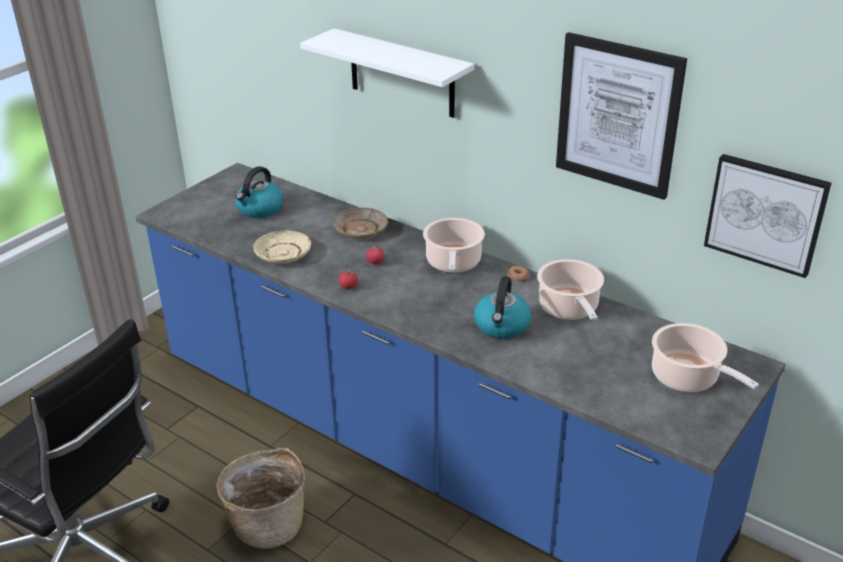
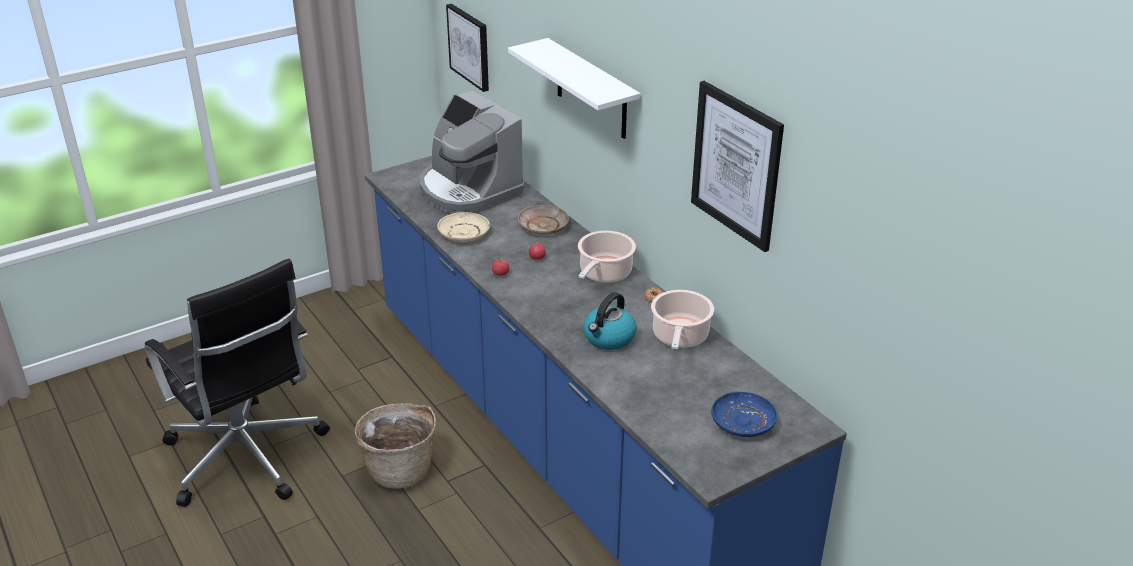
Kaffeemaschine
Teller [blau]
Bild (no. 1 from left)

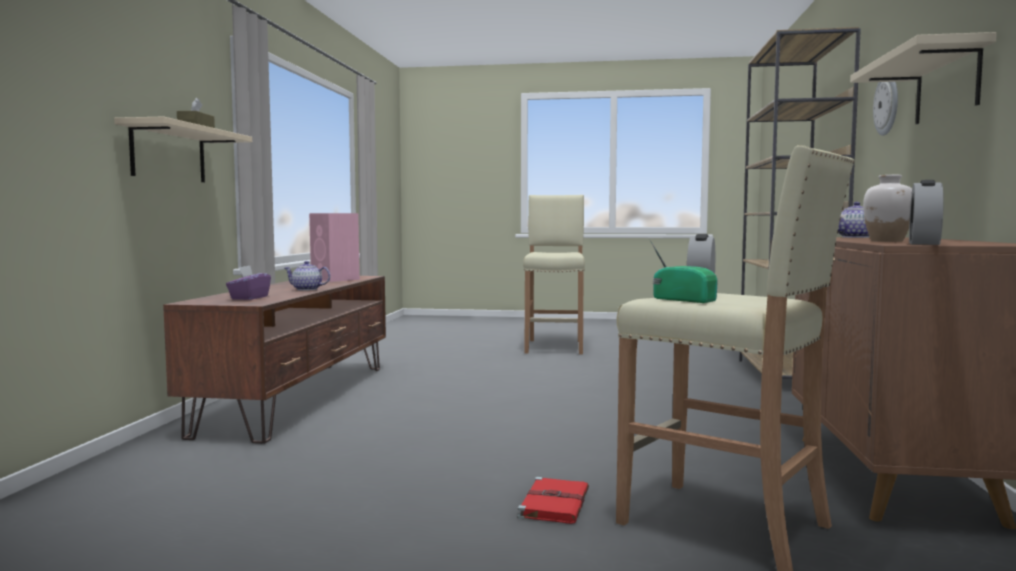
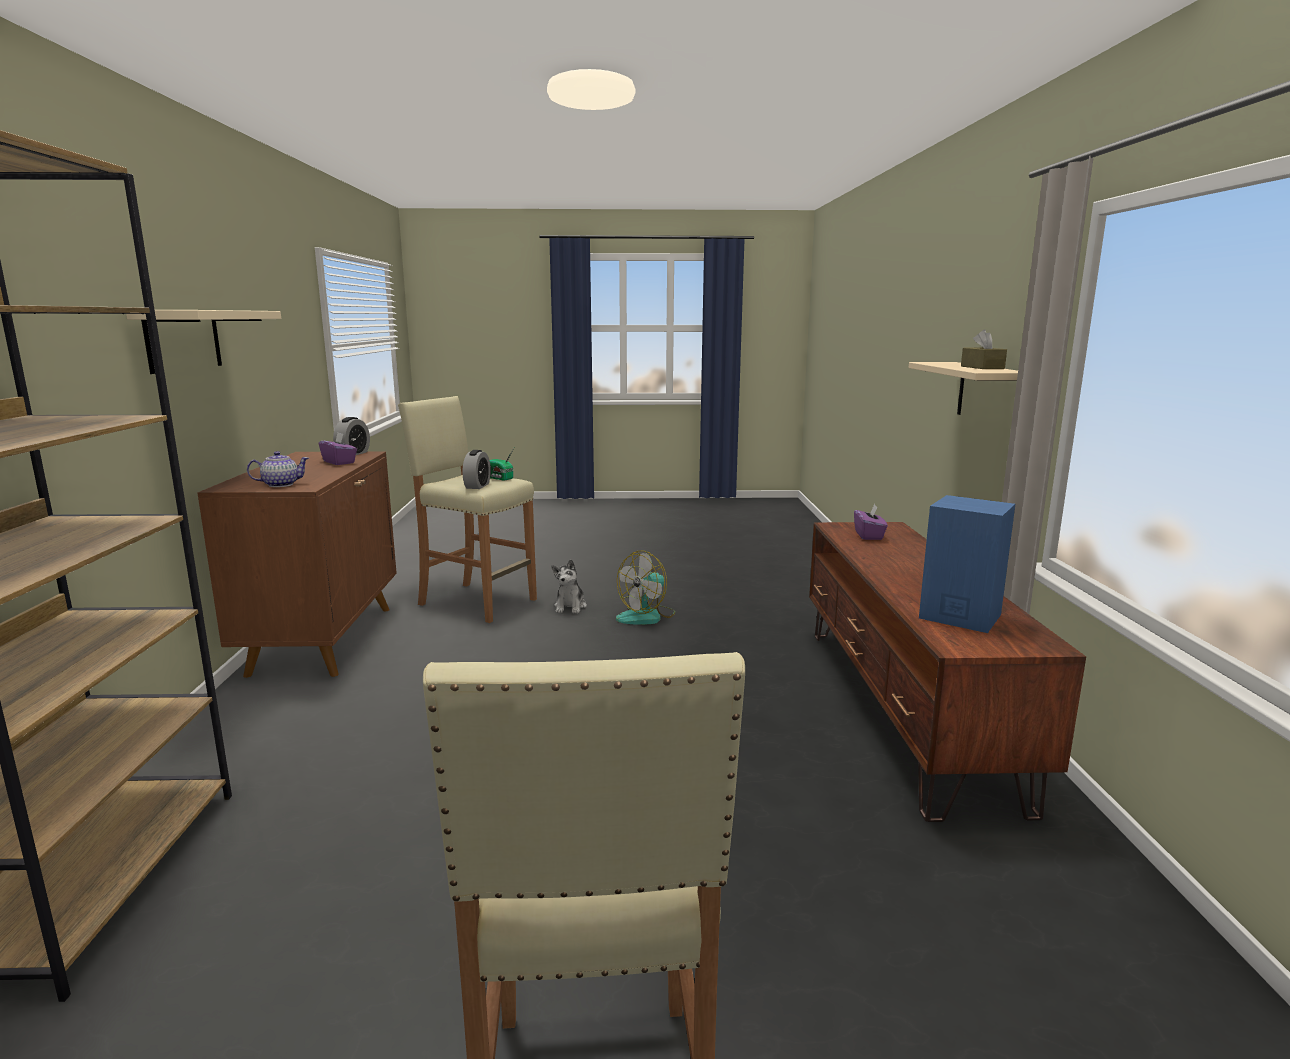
Teekanne (no. 1 from left in the first image)
Lautsprecher [blau]
Plüschtier
Taschentuchbox [lila] (no. 1 from left)
Wanduhr
Ventilator

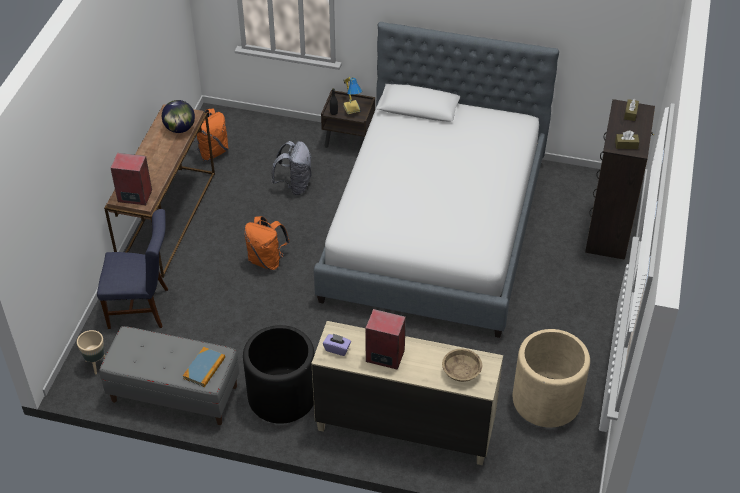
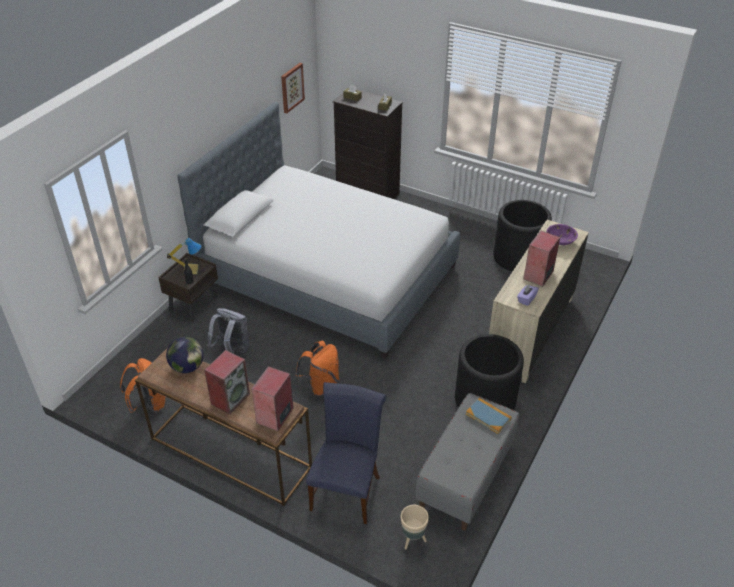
Schüssel [lila]
Pflanzkübel [schwarz] (no. 2 from left)
Lautsprecher (no. 1 from left)
Bild

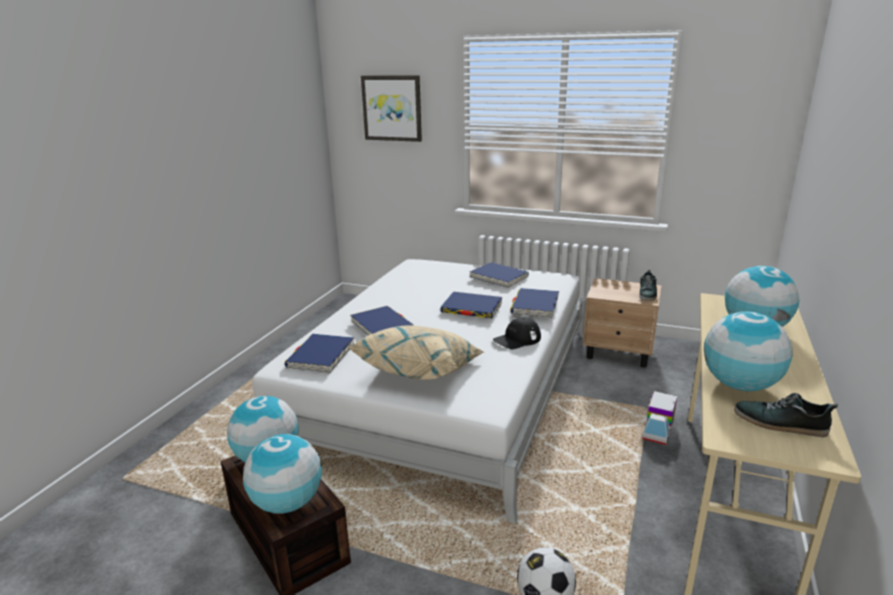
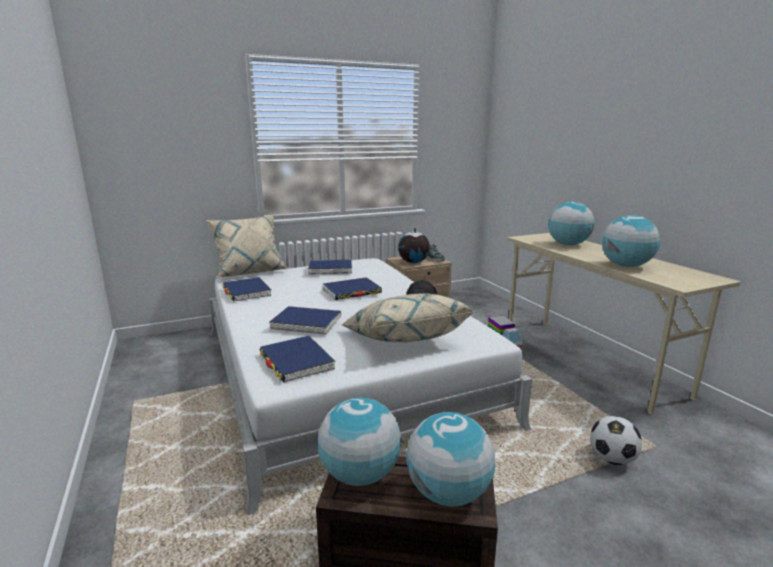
Bild
Buch [blau] (no. 1 from left)
Schuh (no. 2 from left in the first image)
Kissen [beige] (no. 1 from left)
Globus (no. 2 from left)

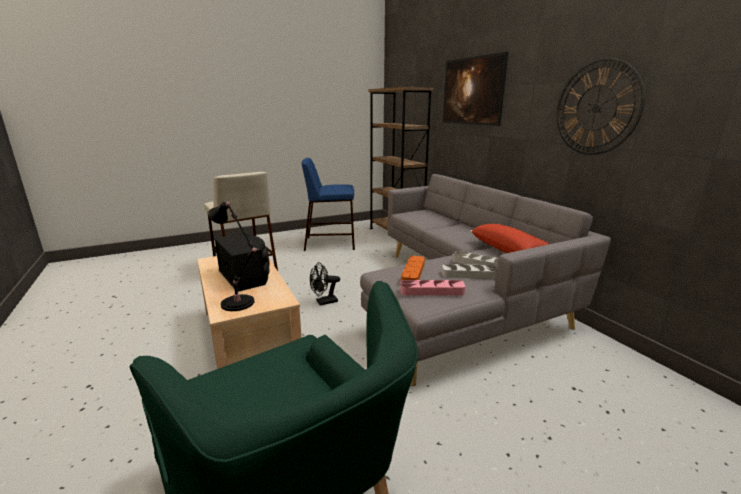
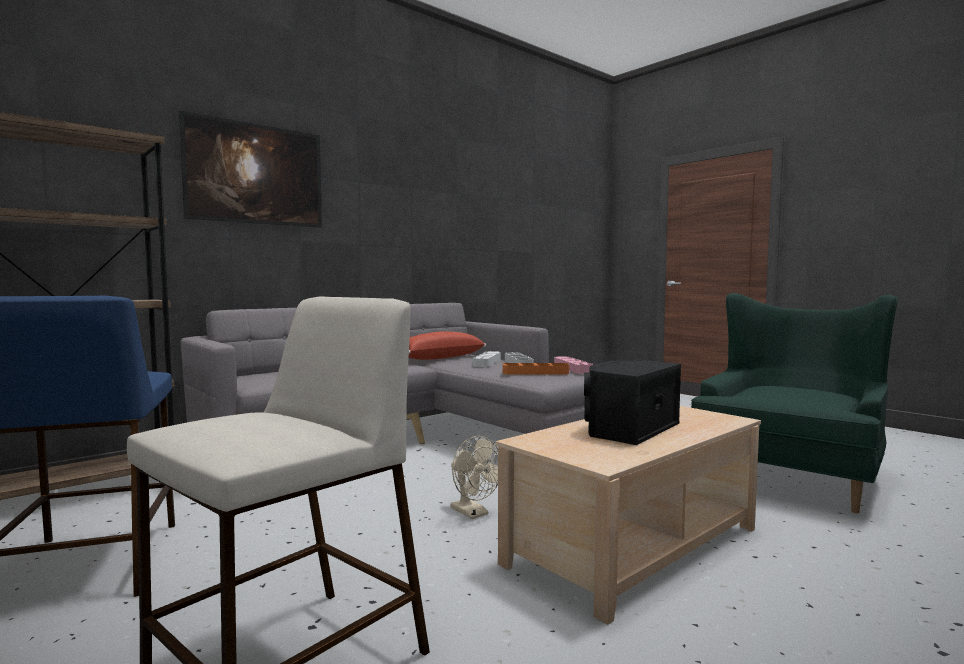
Tischlampe [schwarz]
Ventilator [beige]
Wanduhr

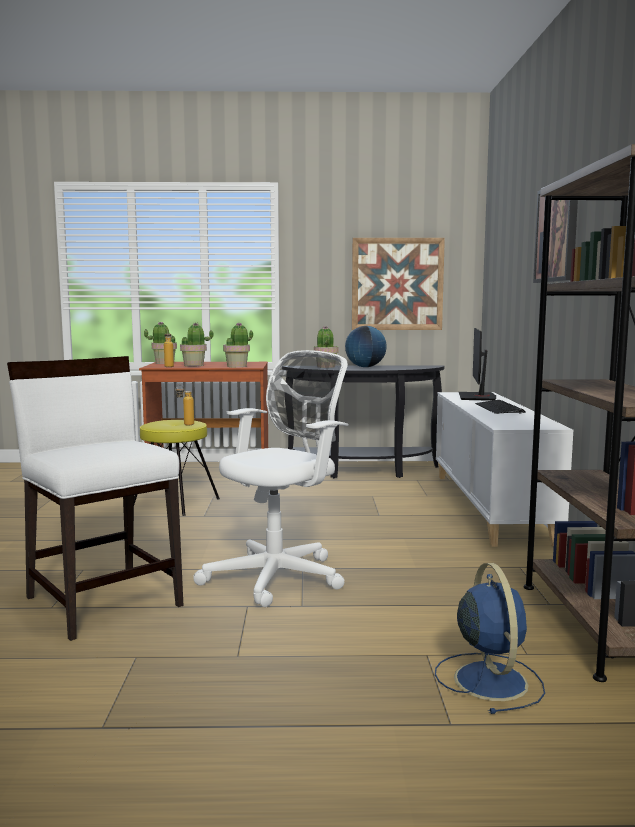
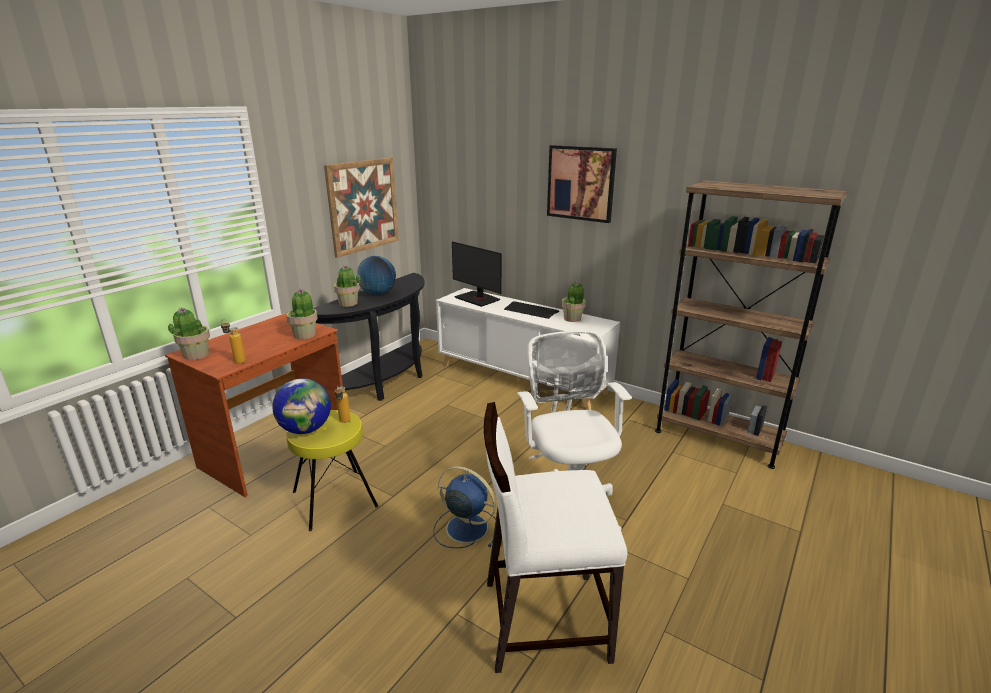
Topfpflanze (no. 4 from left)
Ventilator [blau]
Globus (no. 1 from left)

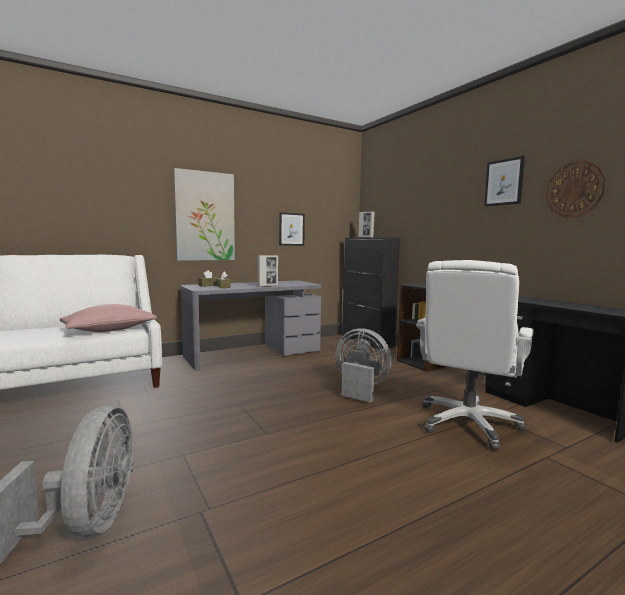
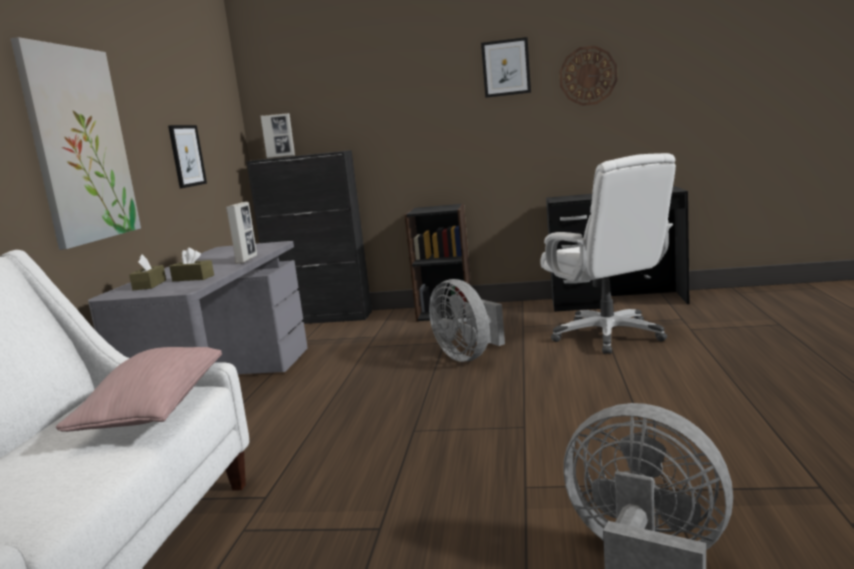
Ventilator [grau] (no. 1 from left)

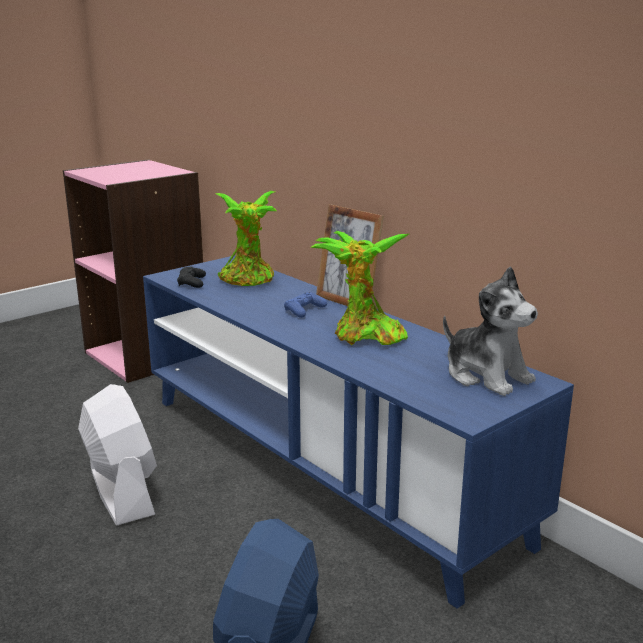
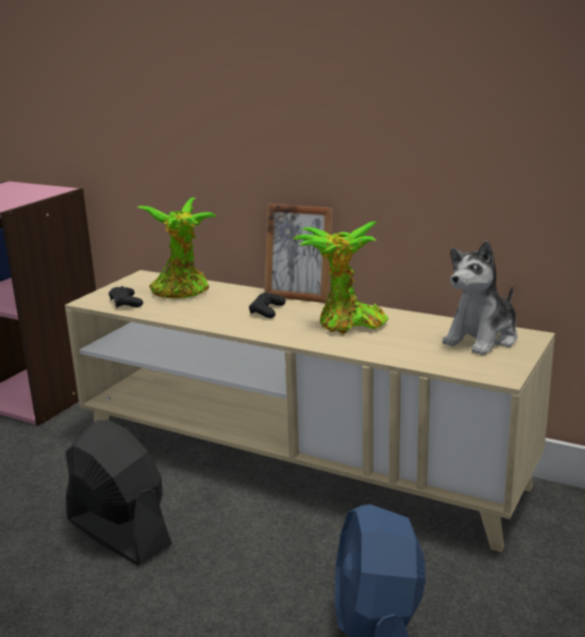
Ventilator [schwarz]
Fernsehschrank [beige]
Gamepad [schwarz] (no. 2 from left)
Plüschtier

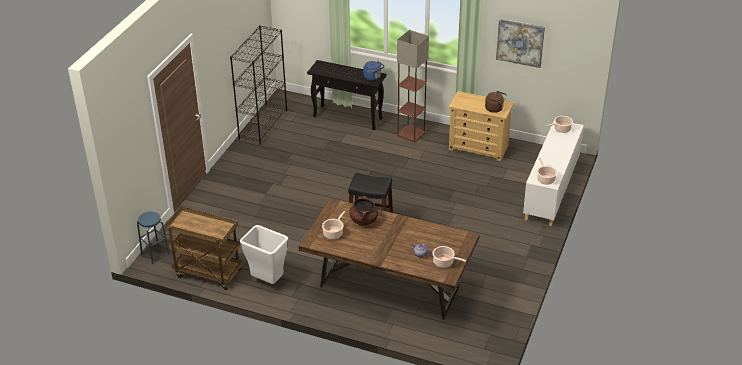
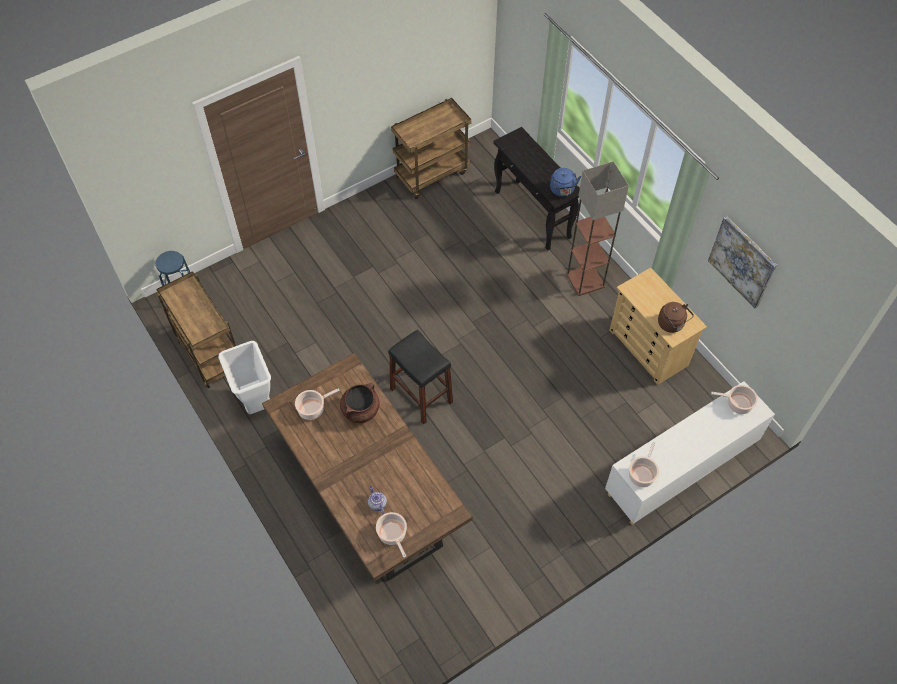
Rollwagen [braun] (no. 2 from left)

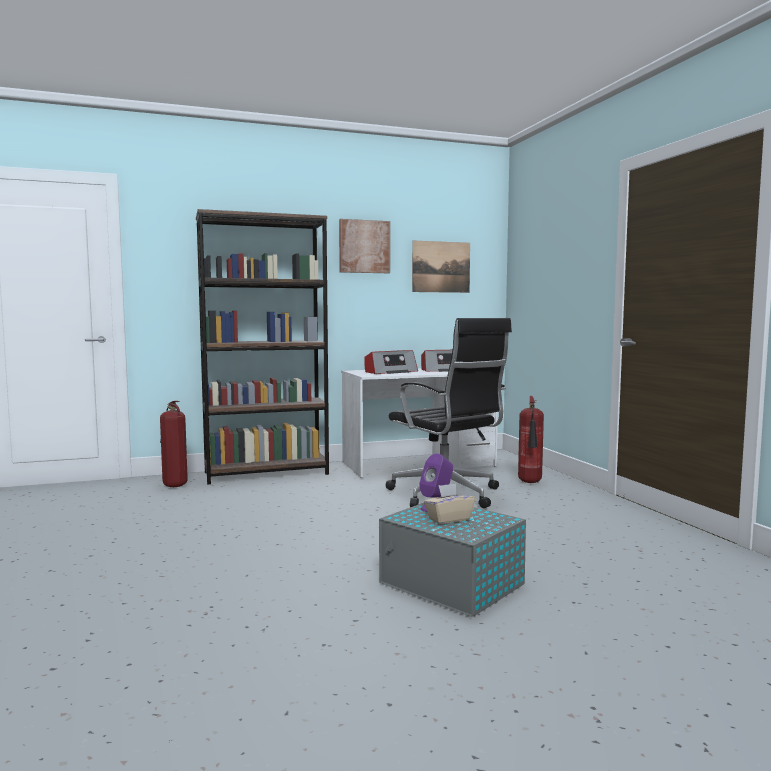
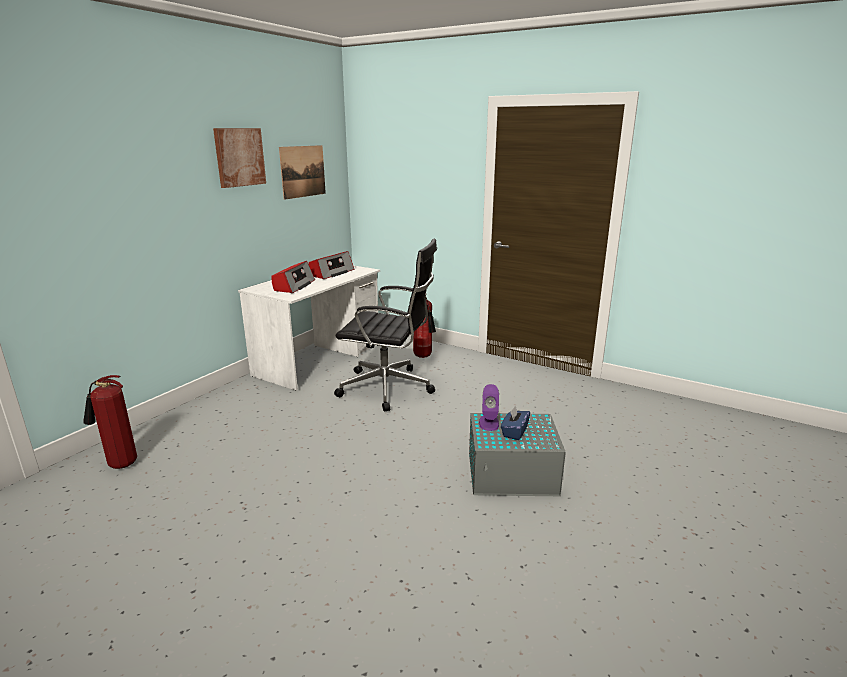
Bücherregal [braun]
Taschentuchbox [blau]

